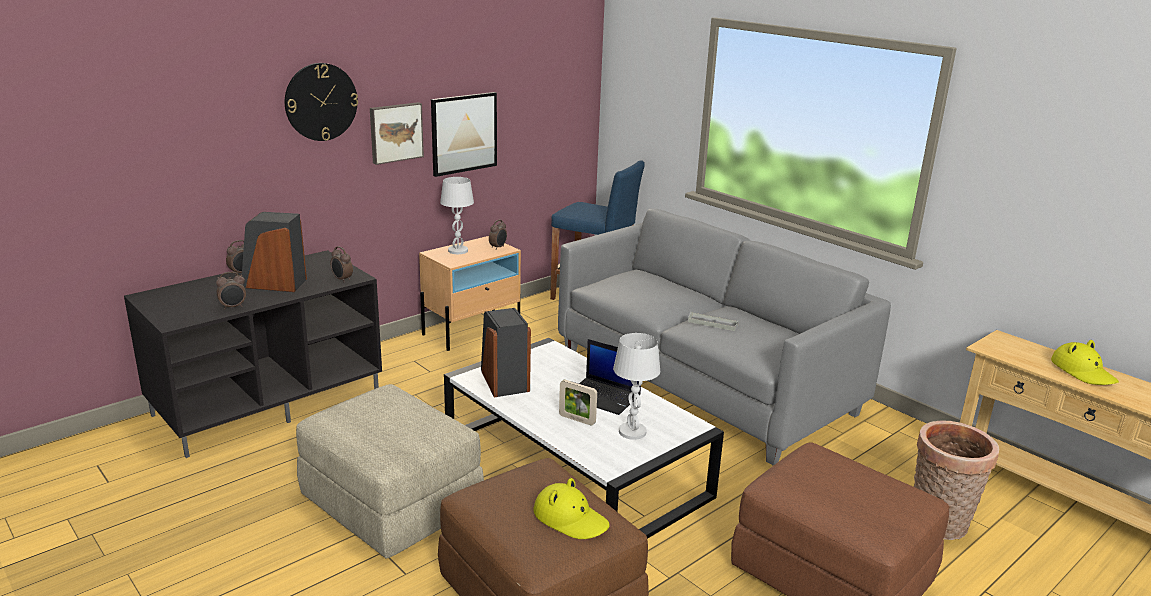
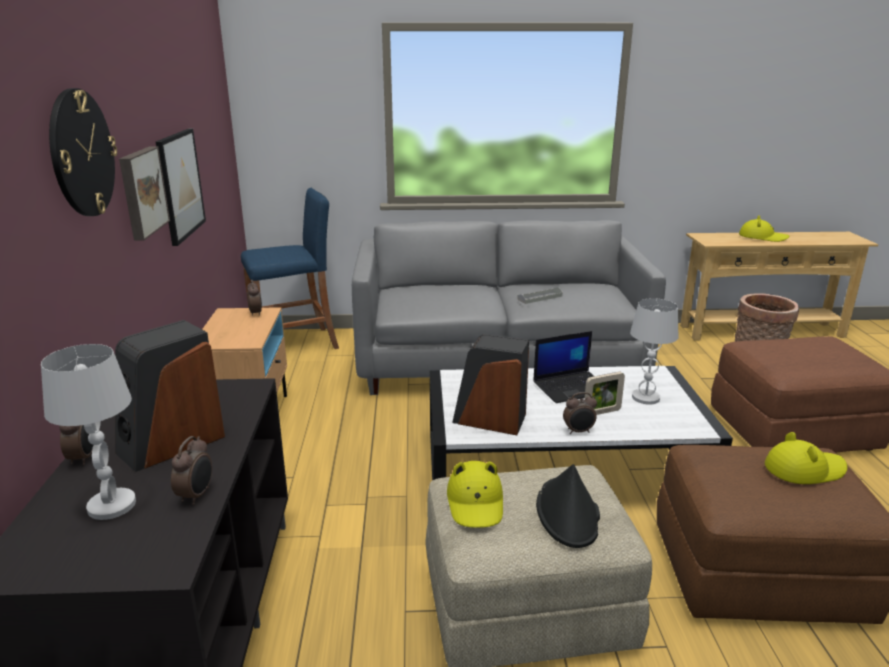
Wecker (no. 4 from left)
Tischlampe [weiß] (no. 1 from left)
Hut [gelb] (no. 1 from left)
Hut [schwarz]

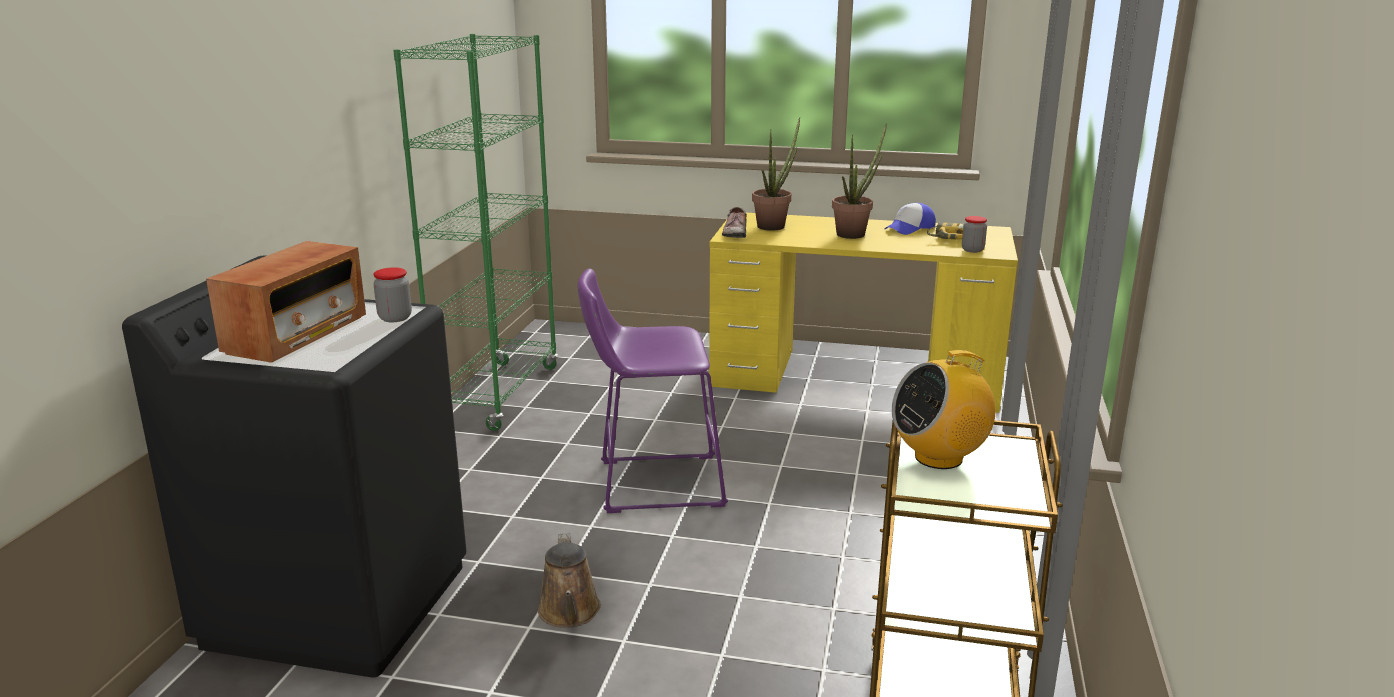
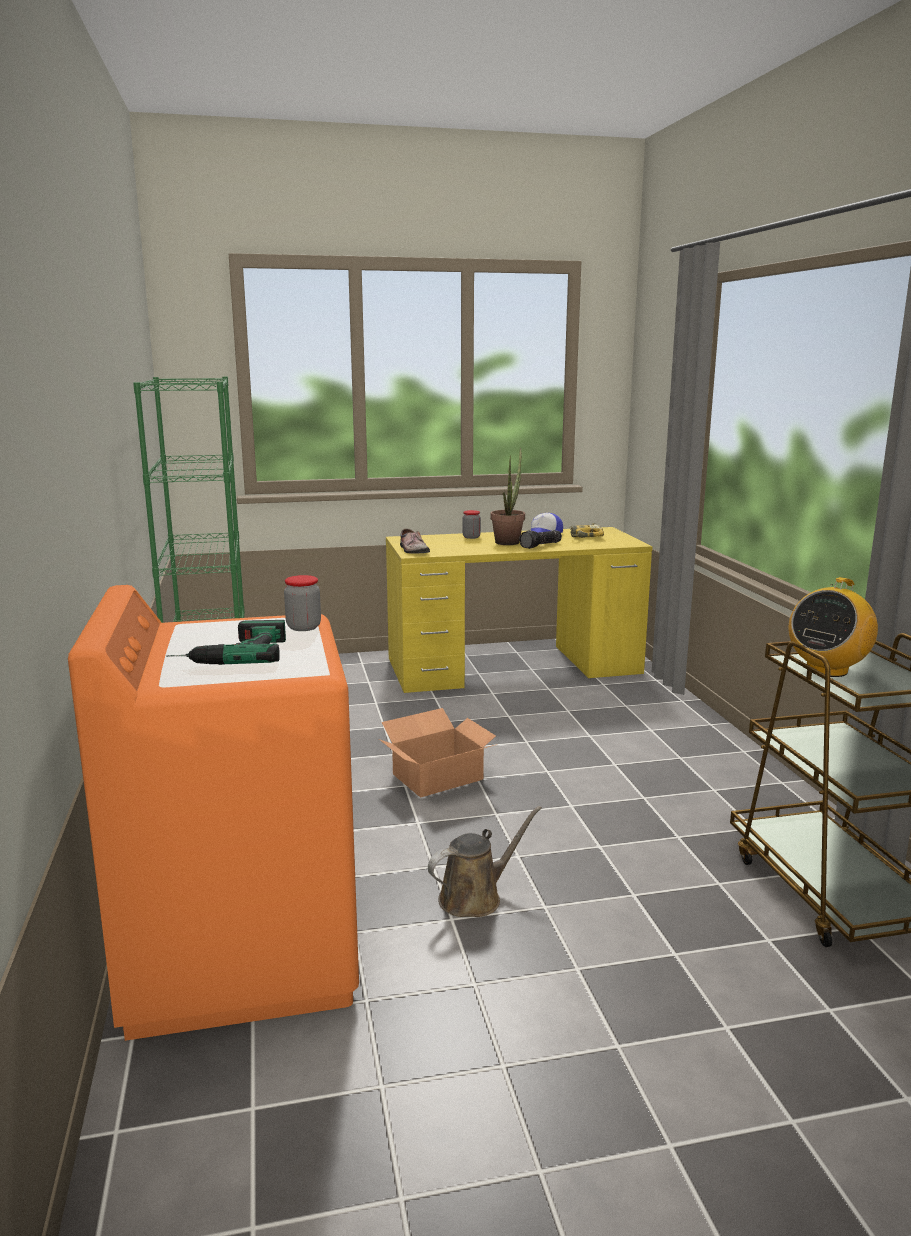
Waschmaschine [orange]
Bohrmaschine (no. 1 from left)
Gießkanne [braun]
Karton
Topfpflanze (no. 1 from left in the first image)
Vorratsglas (no. 2 from left)
Taschenlampe

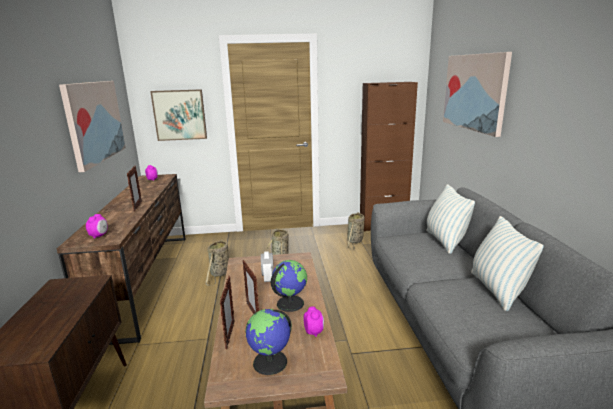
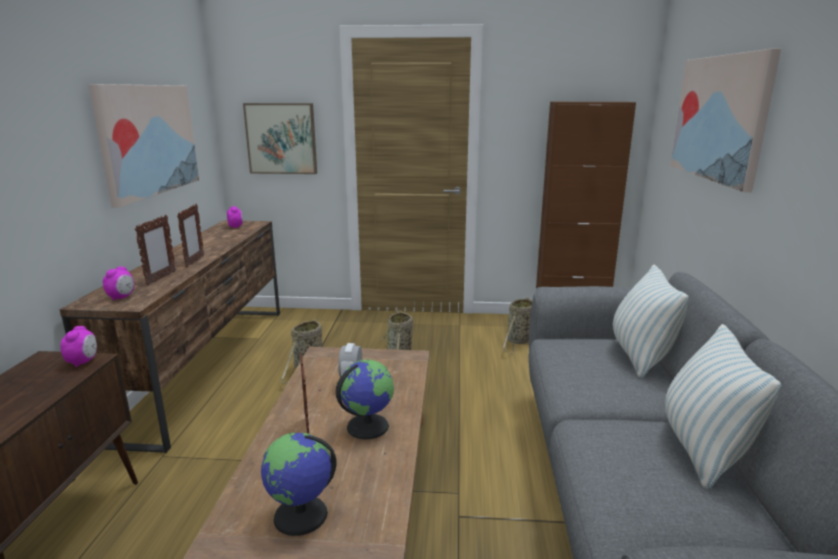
Bilderrahmen (no. 1 from left)
Wecker (no. 1 from left)

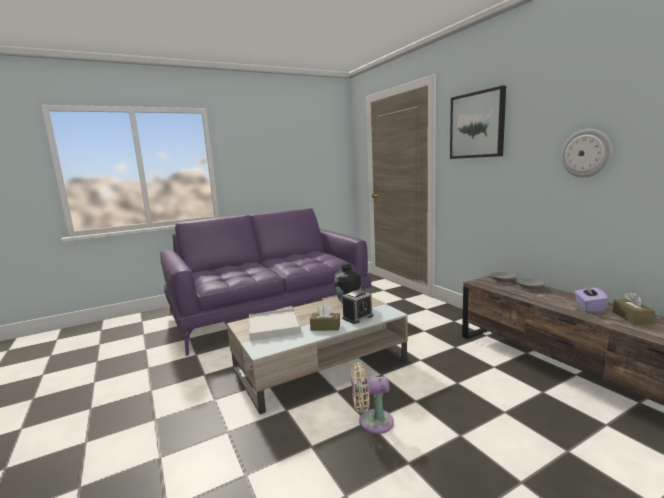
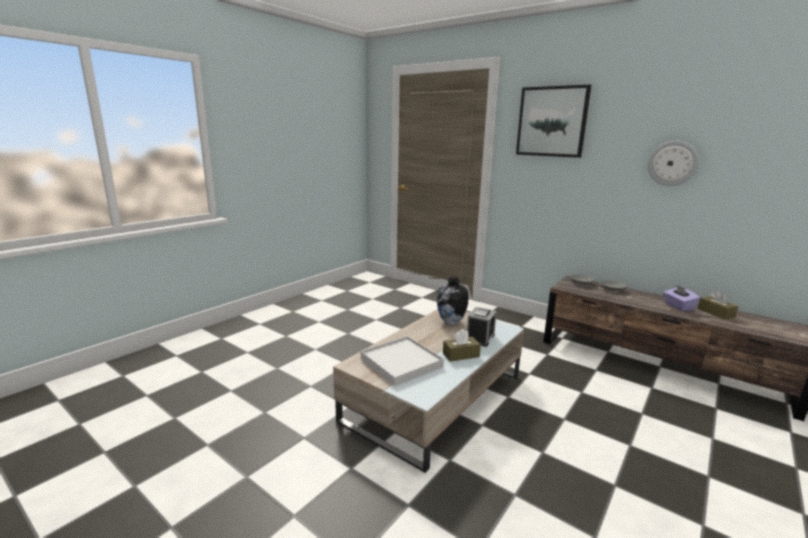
Sofa [lila]
Ventilator [beige]

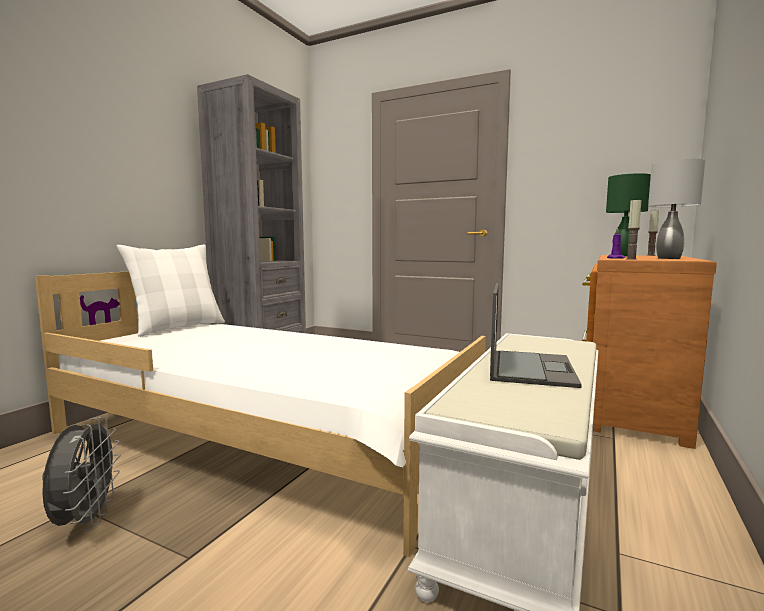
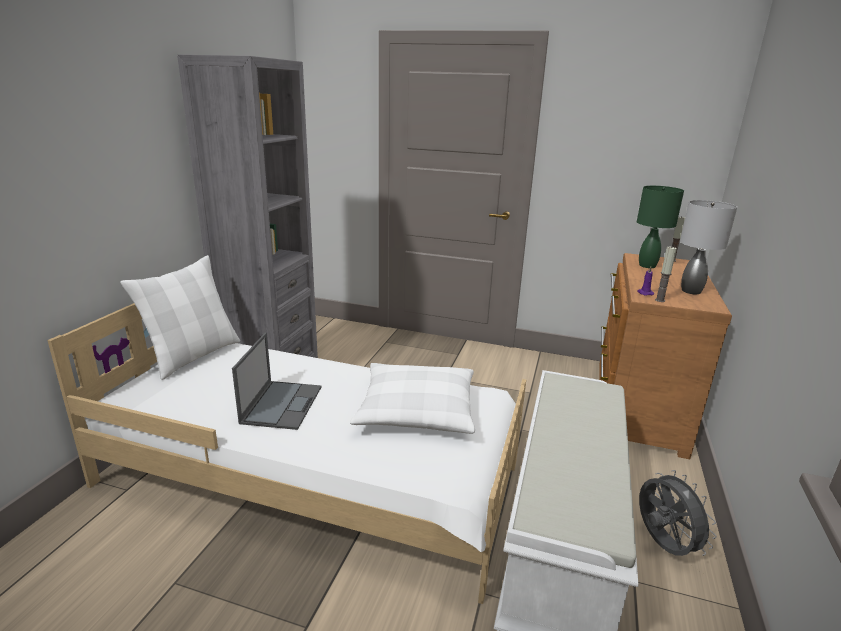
Ventilator [grau]
Laptop
Kissen [weiß] (no. 2 from left)

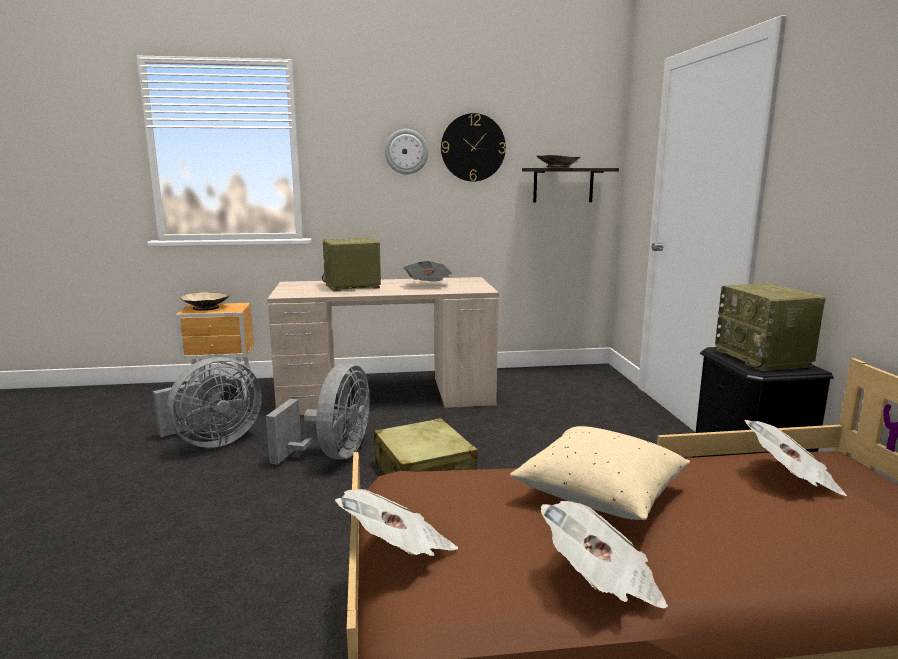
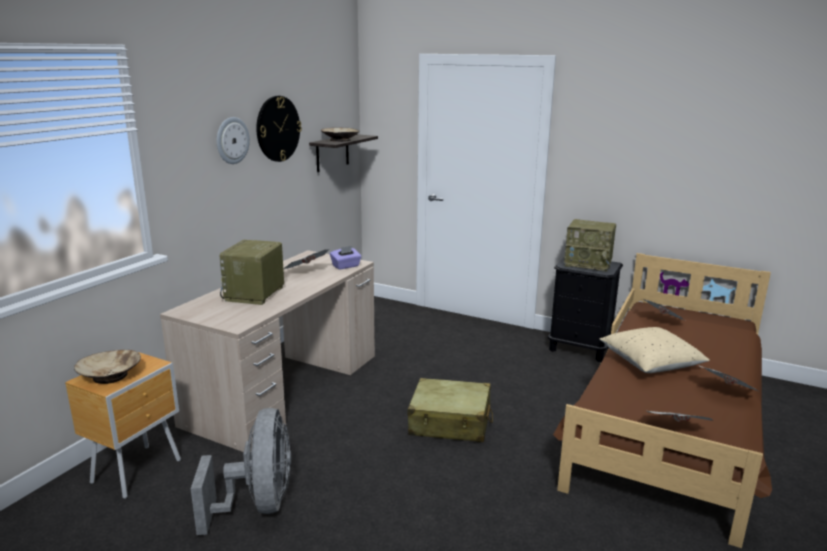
Ventilator [grau] (no. 2 from left in the first image)
Taschentuchbox [lila]

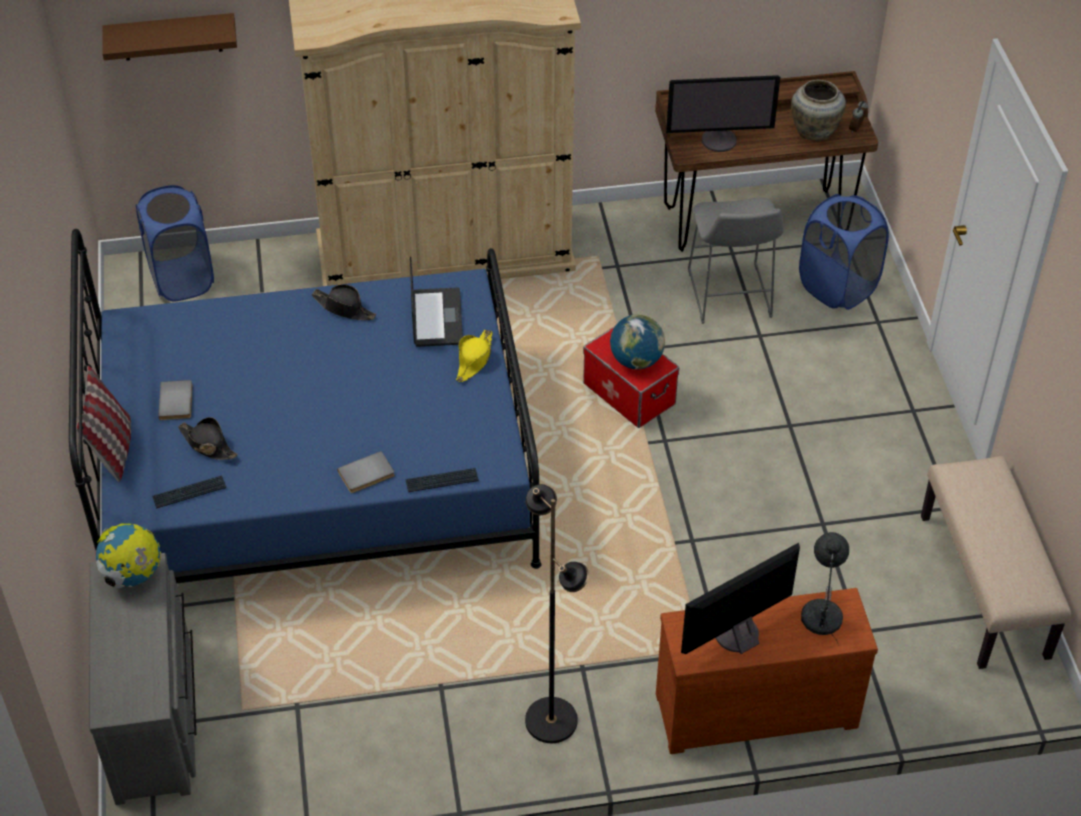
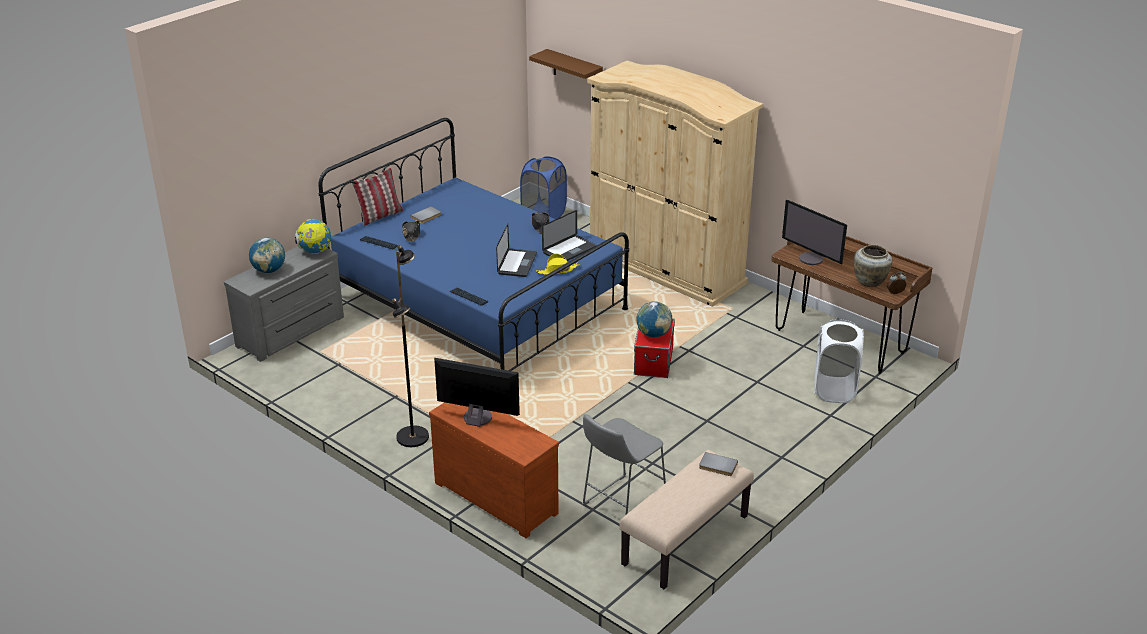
Buch [grau] (no. 2 from left)
Hocker [grau]
Wäschekorb [weiß]
Tischlampe [grau]
Globus (no. 1 from left)
Laptop (no. 1 from left)

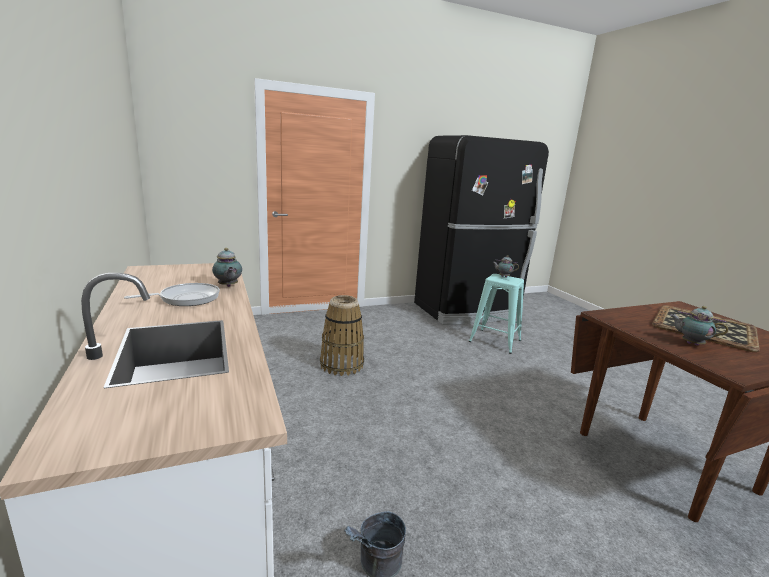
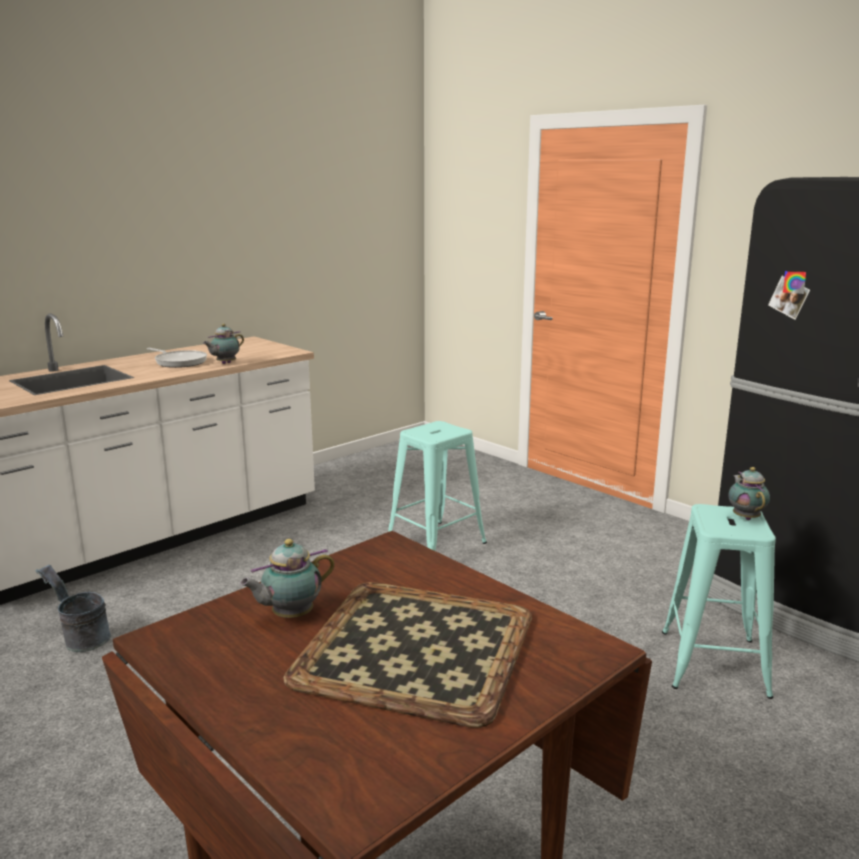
Hocker [türkis] (no. 1 from left)
Teekanne (no. 2 from left)

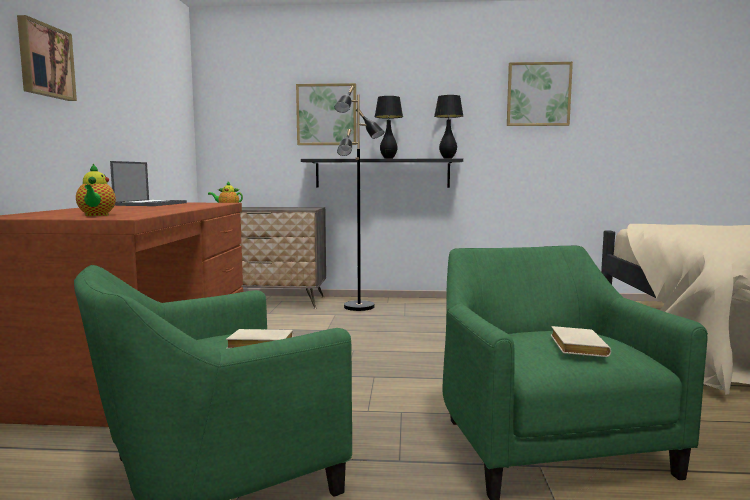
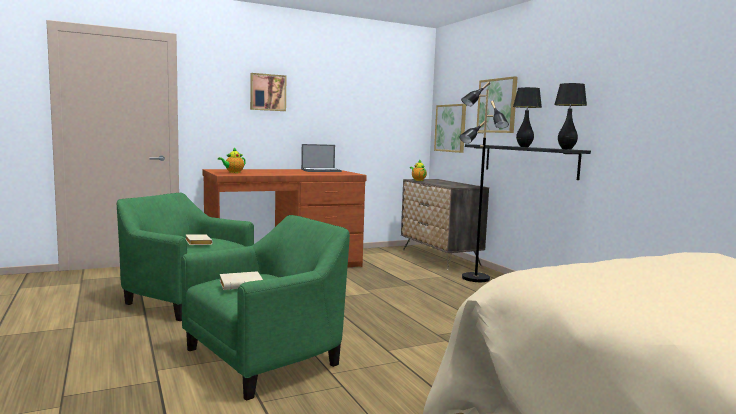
Bild (no. 2 from left)

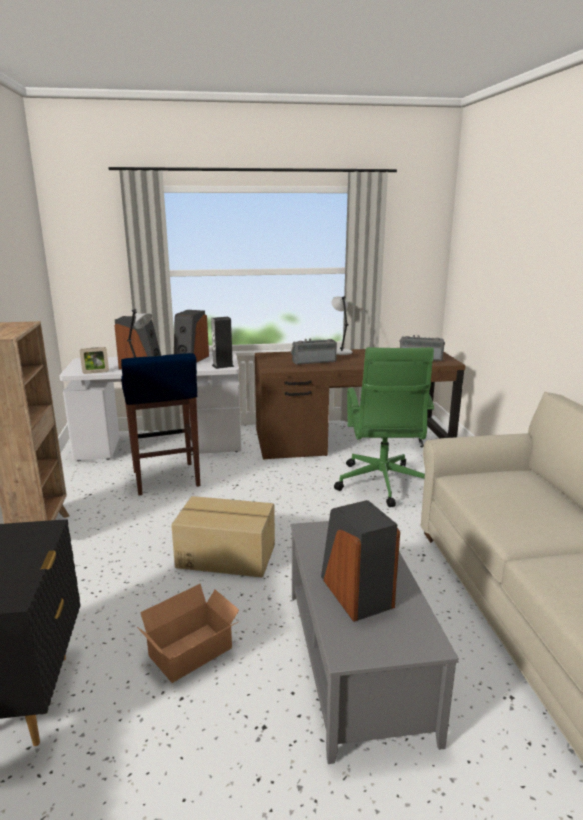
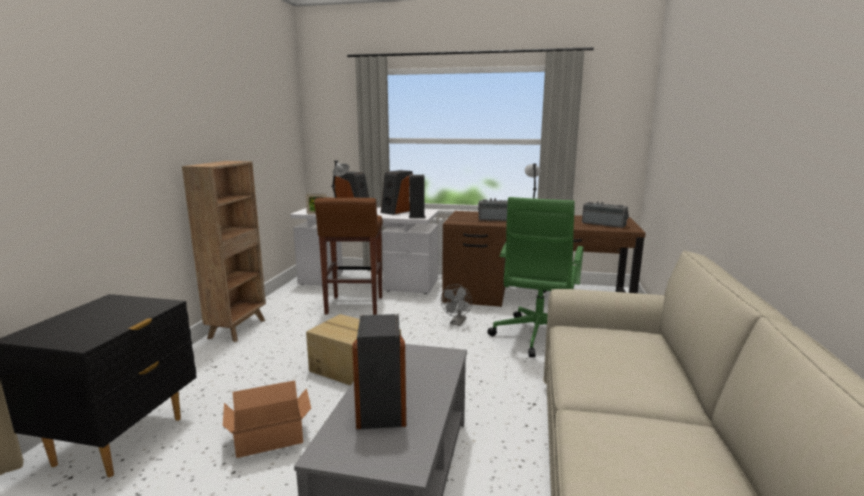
Hocker [braun]
Ventilator [grau]

